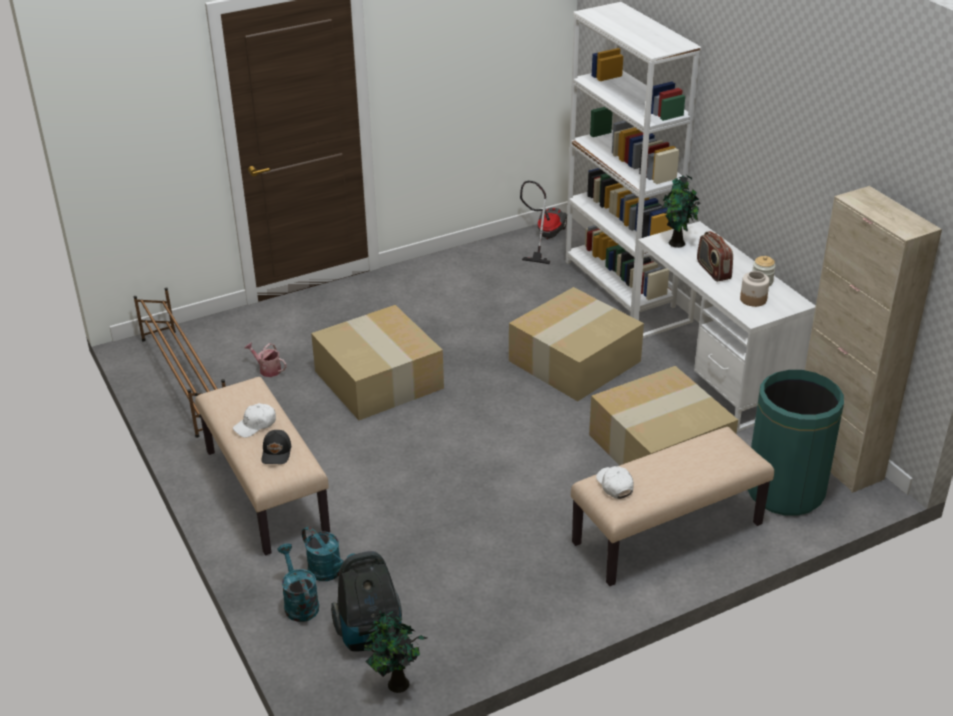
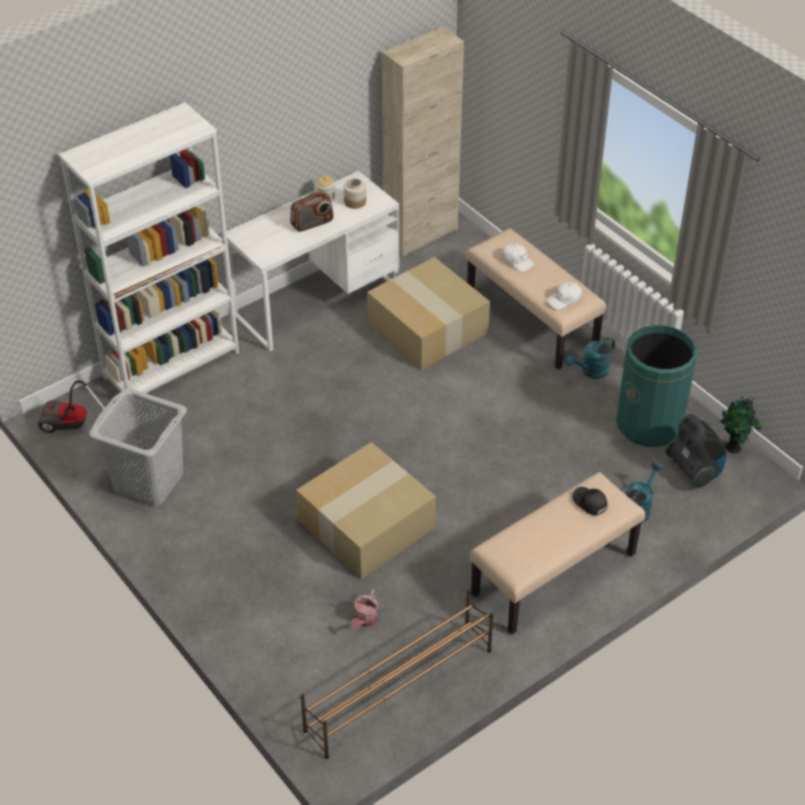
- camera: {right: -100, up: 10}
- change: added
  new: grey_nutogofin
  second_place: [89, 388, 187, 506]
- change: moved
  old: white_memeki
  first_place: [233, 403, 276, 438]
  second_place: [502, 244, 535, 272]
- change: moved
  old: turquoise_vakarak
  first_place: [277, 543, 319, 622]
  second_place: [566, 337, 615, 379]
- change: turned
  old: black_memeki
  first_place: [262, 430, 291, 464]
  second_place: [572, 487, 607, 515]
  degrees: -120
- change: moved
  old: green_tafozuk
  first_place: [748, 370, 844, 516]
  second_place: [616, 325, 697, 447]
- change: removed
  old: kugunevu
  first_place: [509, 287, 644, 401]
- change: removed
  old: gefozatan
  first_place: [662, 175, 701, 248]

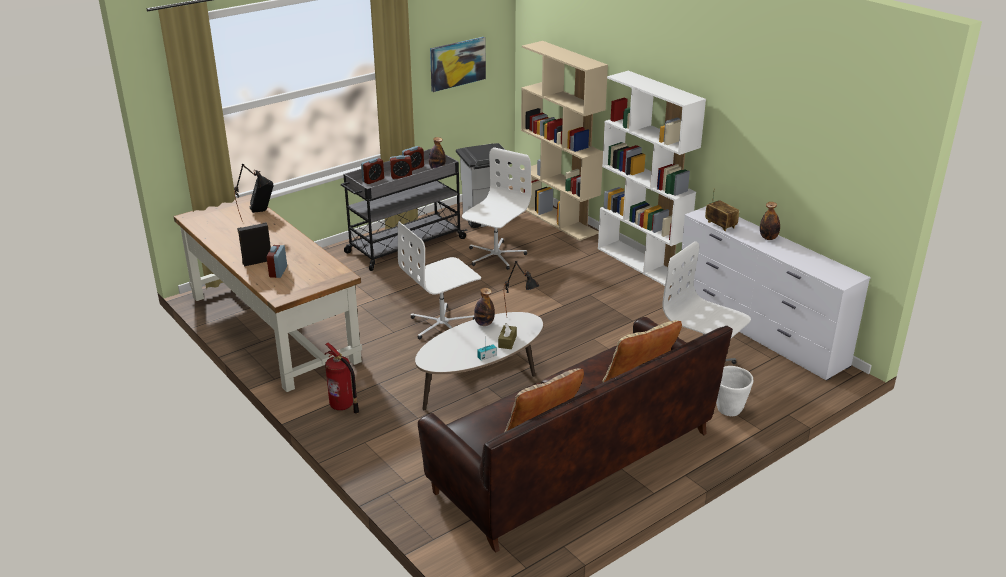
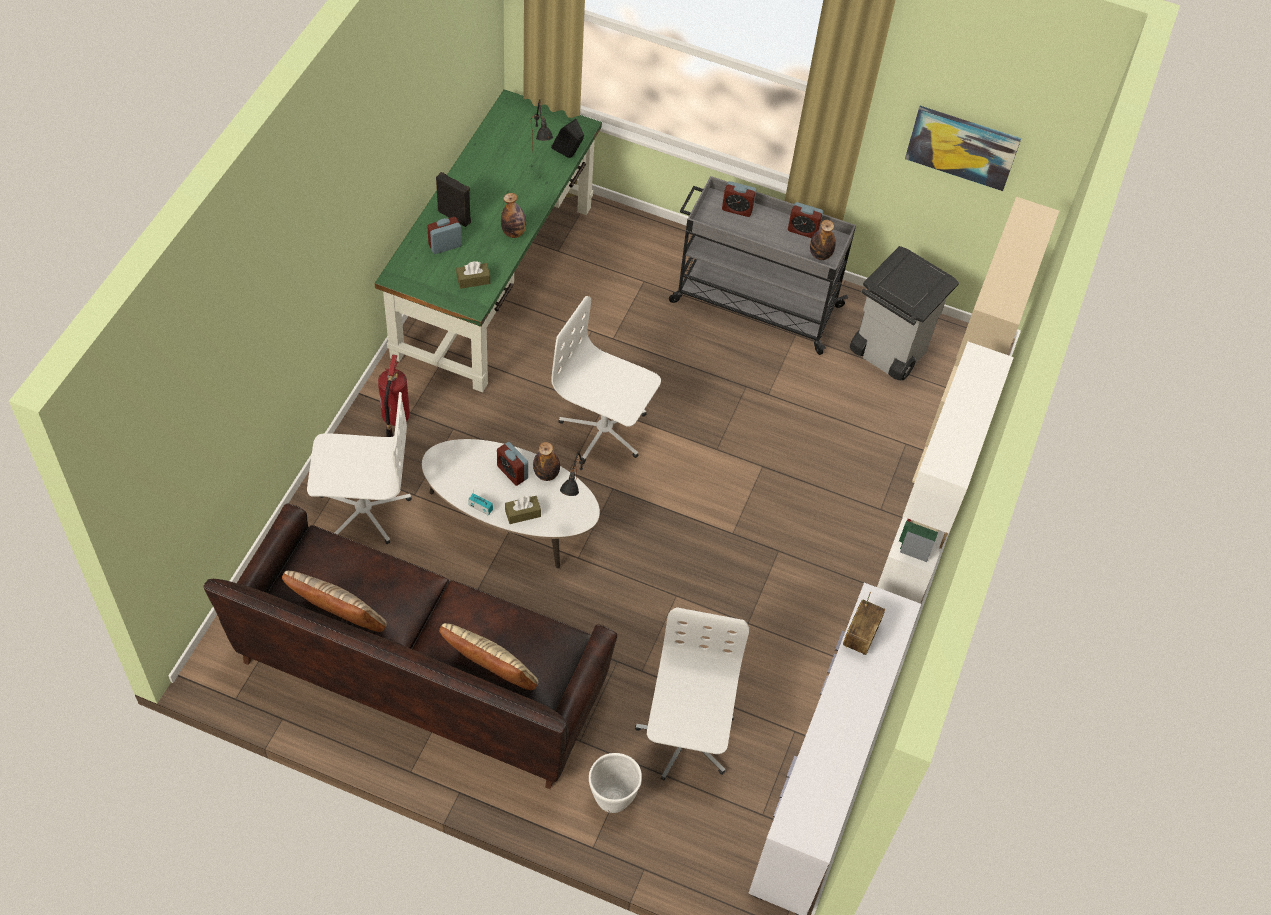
- camera: {right: 55, up: 25}
- change: moved
  old: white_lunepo
  first_place: [462, 147, 531, 270]
  second_place: [307, 392, 412, 544]
- change: recoloured
  old: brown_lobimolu
  new: green_lobimolu
  first_place: [173, 194, 362, 392]
  second_place: [374, 89, 602, 393]
- change: added
  new: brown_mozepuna
  second_place: [456, 261, 490, 289]
- change: moved
  old: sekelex
  first_place: [390, 155, 412, 179]
  second_place: [497, 442, 528, 486]
- change: moved
  old: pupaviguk
  first_place: [760, 202, 780, 240]
  second_place: [501, 193, 526, 238]

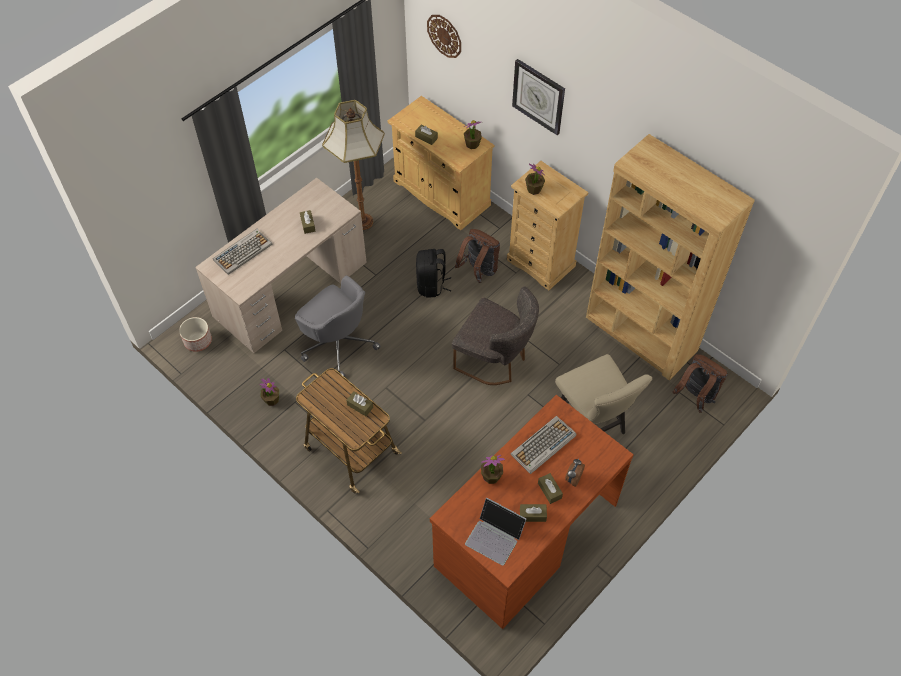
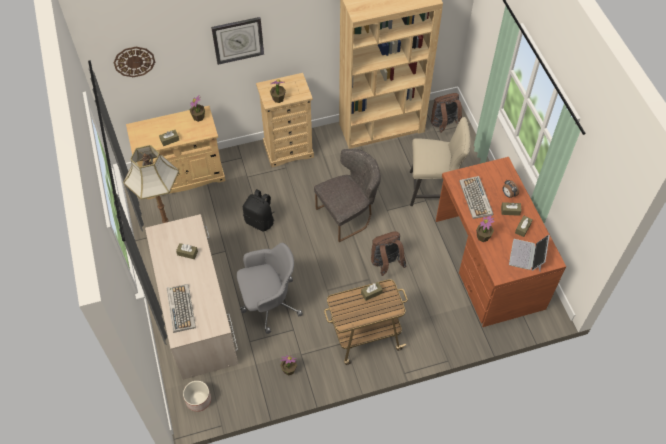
- camera: {right: -60, up: 0}
- change: moved
  old: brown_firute
  first_place: [455, 229, 500, 283]
  second_place: [371, 231, 407, 276]
- change: turned
  old: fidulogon
  first_place: [465, 497, 526, 565]
  second_place: [509, 235, 549, 271]
  degrees: 135

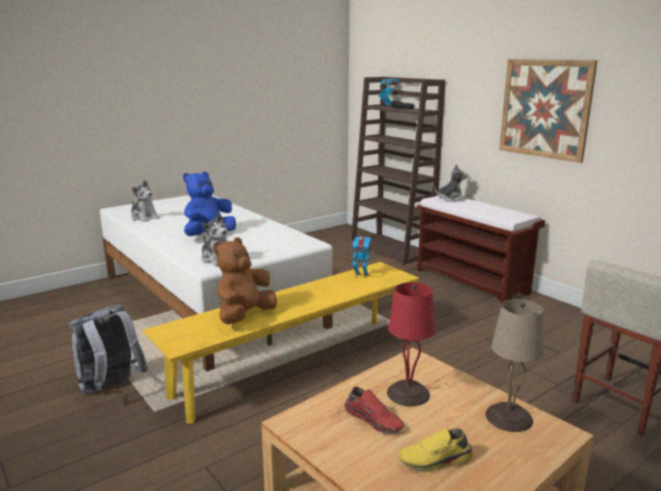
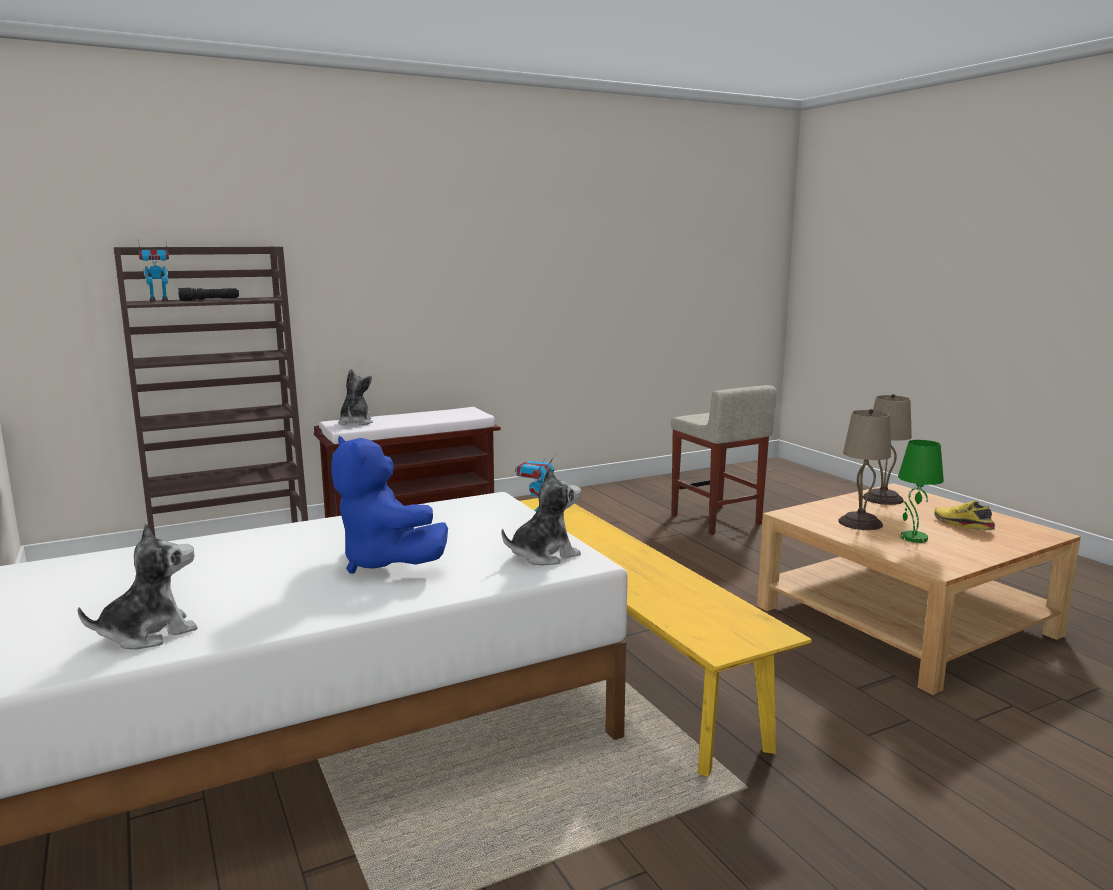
- camera: {right: -80, up: -5}
- change: recoloured
  old: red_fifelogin
  new: beige_fifelogin
  first_place: [387, 282, 435, 406]
  second_place: [838, 409, 891, 530]
- change: replaced
  old: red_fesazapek
  new: green_fifelogin
  first_place: [344, 387, 404, 434]
  second_place: [898, 440, 944, 543]
- change: turned
  old: yellow_fesazapek
  first_place: [398, 428, 474, 473]
  second_place: [934, 501, 995, 531]
  degrees: 150
- change: removed
  old: grey_firute
  first_place: [69, 305, 148, 394]
- change: removed
  old: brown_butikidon
  first_place: [213, 238, 277, 324]
- change: removed
  old: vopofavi
  first_place: [499, 59, 598, 163]

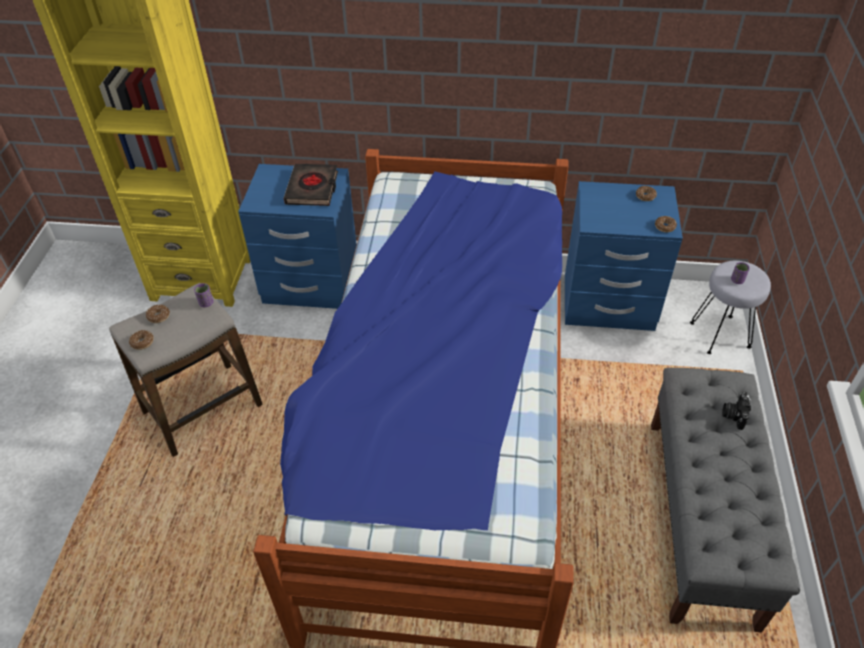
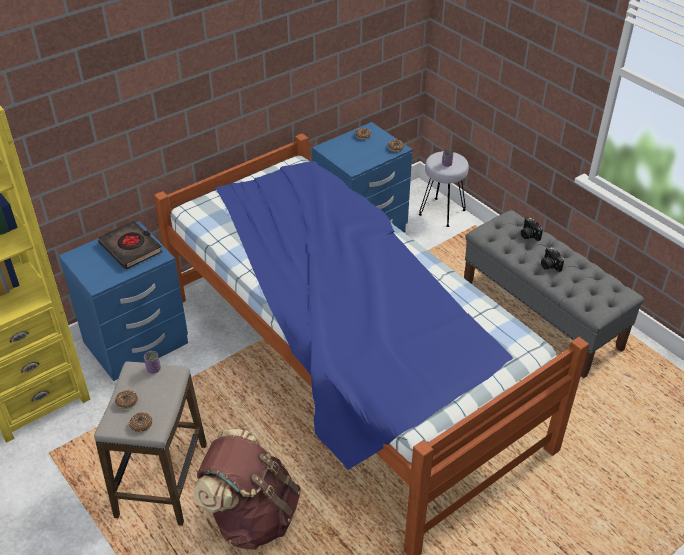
- camera: {right: -45, up: -5}
- change: added
  new: brown_firute
  second_place: [193, 429, 300, 550]
- change: added
  new: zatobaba
  second_place: [541, 246, 564, 272]

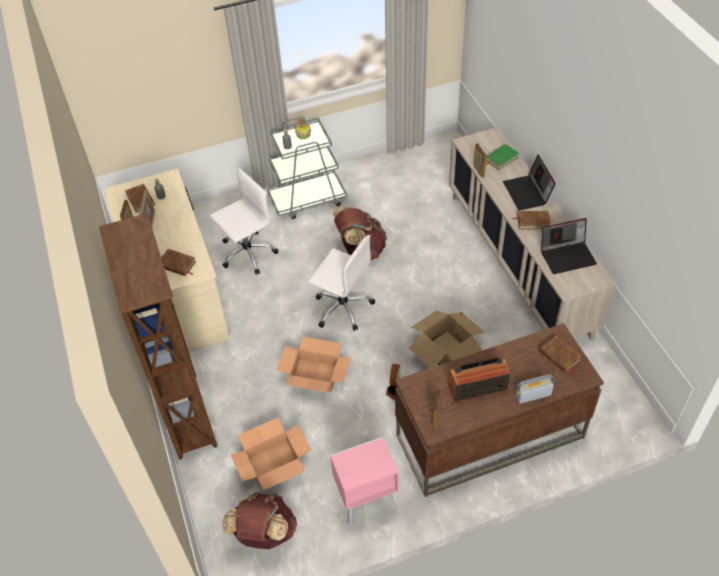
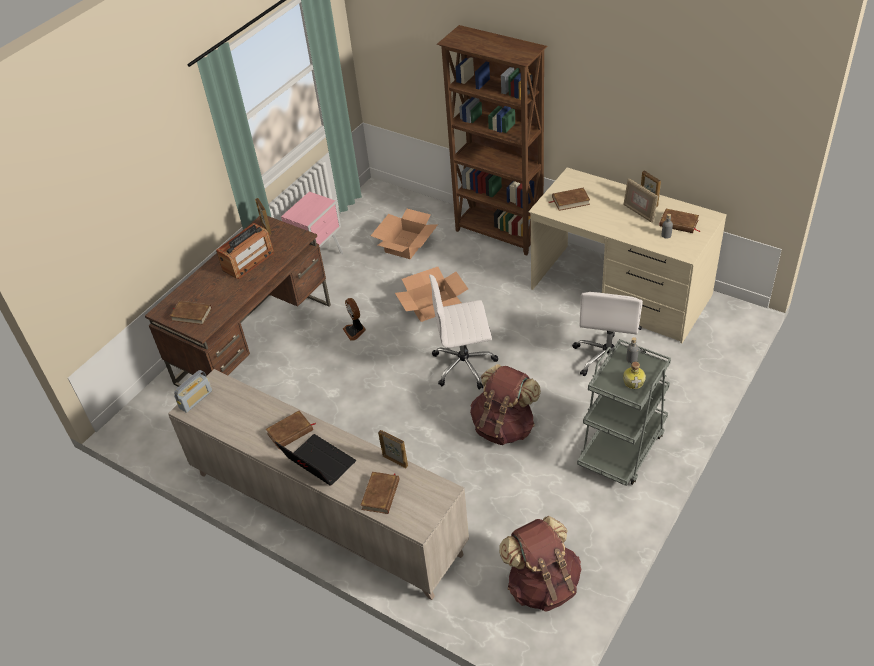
- camera: {right: 145, up: -5}
- change: moved
  old: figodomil
  first_place: [515, 374, 554, 404]
  second_place: [174, 370, 212, 413]
- change: recoloured
  old: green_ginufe
  new: brown_ginufe
  first_place: [486, 144, 519, 170]
  second_place: [360, 472, 400, 514]
- change: moved
  old: brown_firute
  first_place: [222, 492, 297, 549]
  second_place: [499, 516, 581, 612]
- change: removed
  old: kugunevu
  first_place: [409, 310, 485, 368]
- change: removed
  old: fidulogon
  first_place: [541, 218, 597, 274]

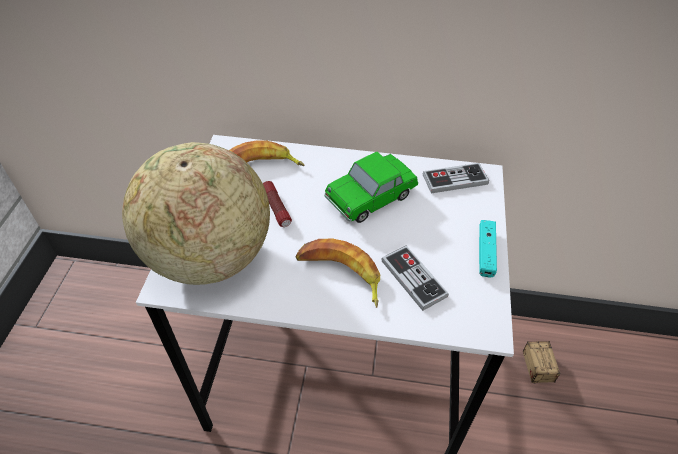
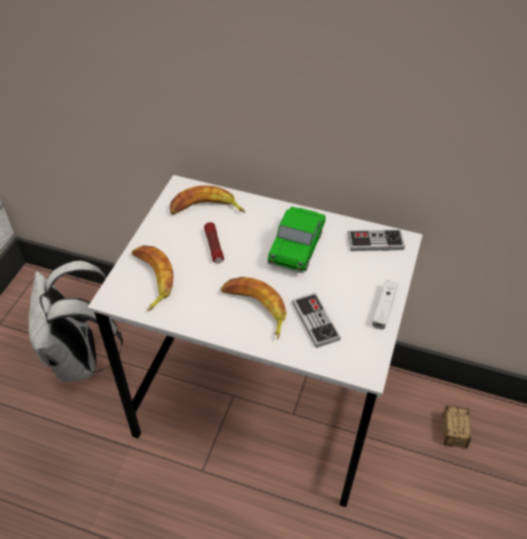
- camera: {right: 10, up: 0}
- change: added
  new: white_firute
  second_place: [28, 260, 123, 382]
- change: replaced
  old: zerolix
  new: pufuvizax
  first_place: [122, 142, 270, 285]
  second_place: [132, 245, 174, 311]
- change: turned
  old: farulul
  first_place: [324, 152, 418, 223]
  second_place: [267, 206, 326, 273]
  degrees: -45
- change: recoloured
  old: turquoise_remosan
  new: white_remosan
  first_place: [479, 220, 497, 277]
  second_place: [372, 280, 398, 330]

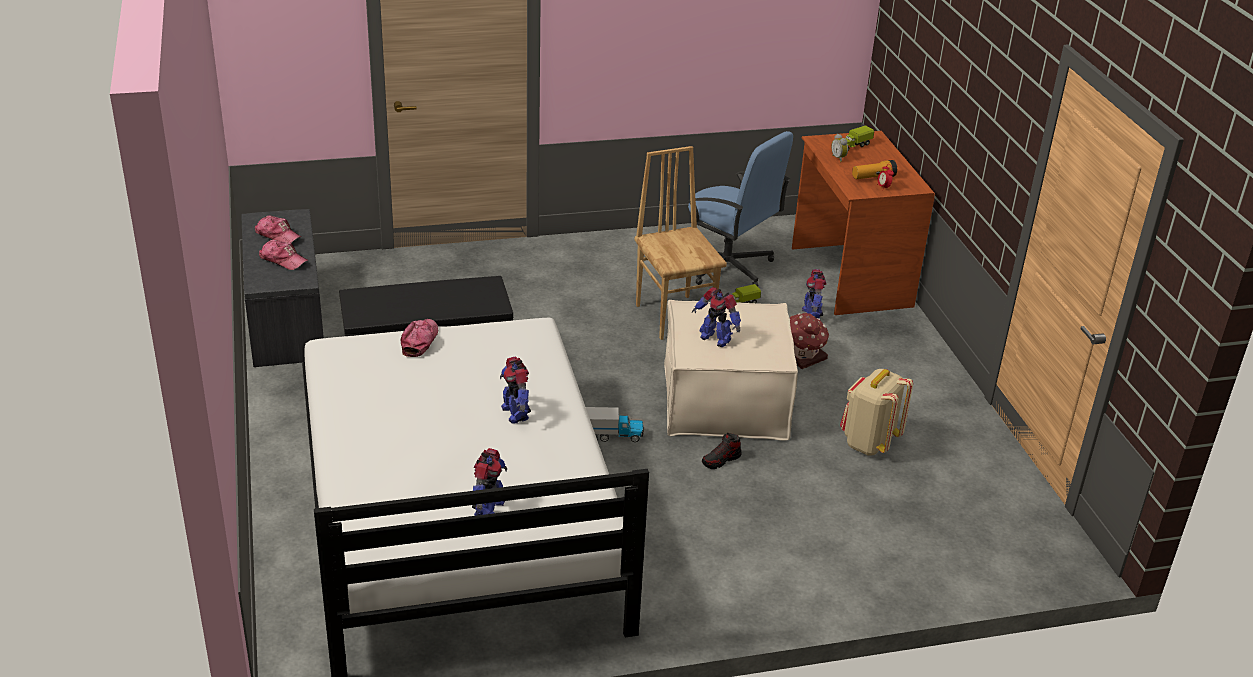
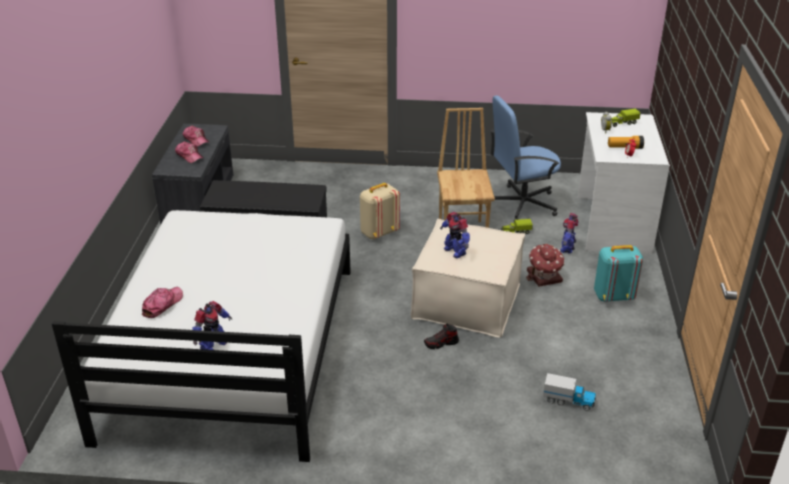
- camera: {right: 20, up: 0}
- change: moved
  old: memeki
  first_place: [401, 319, 438, 357]
  second_place: [142, 287, 183, 318]
- change: moved
  old: beige_firute
  first_place: [840, 369, 913, 456]
  second_place: [360, 183, 400, 239]
- change: turned
  old: blue_lunepo
  first_place: [687, 131, 793, 287]
  second_place: [490, 95, 561, 220]
  degrees: 105
- change: moved
  old: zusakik
  first_place: [586, 407, 644, 442]
  second_place: [543, 373, 596, 411]
- change: recoloured
  old: brown_lobimolu
  new: white_lobimolu
  first_place: [792, 131, 935, 315]
  second_place: [577, 112, 670, 254]
- change: added
  new: turquoise_firute
  second_place: [594, 245, 643, 302]
- change: removed
  old: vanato
  first_place: [500, 356, 531, 423]

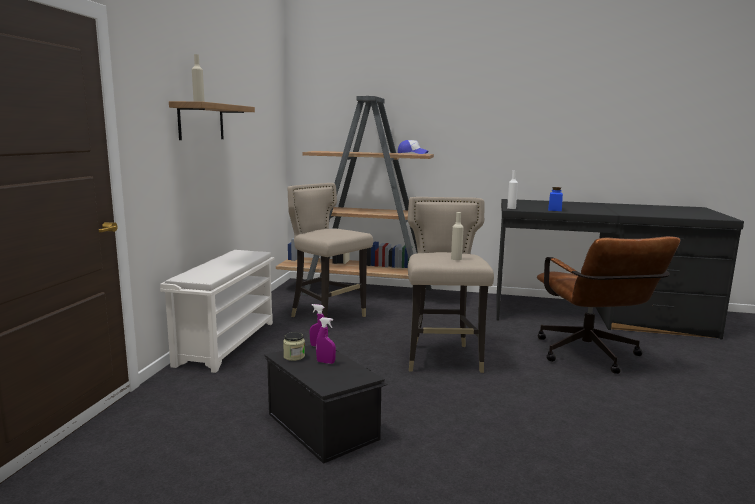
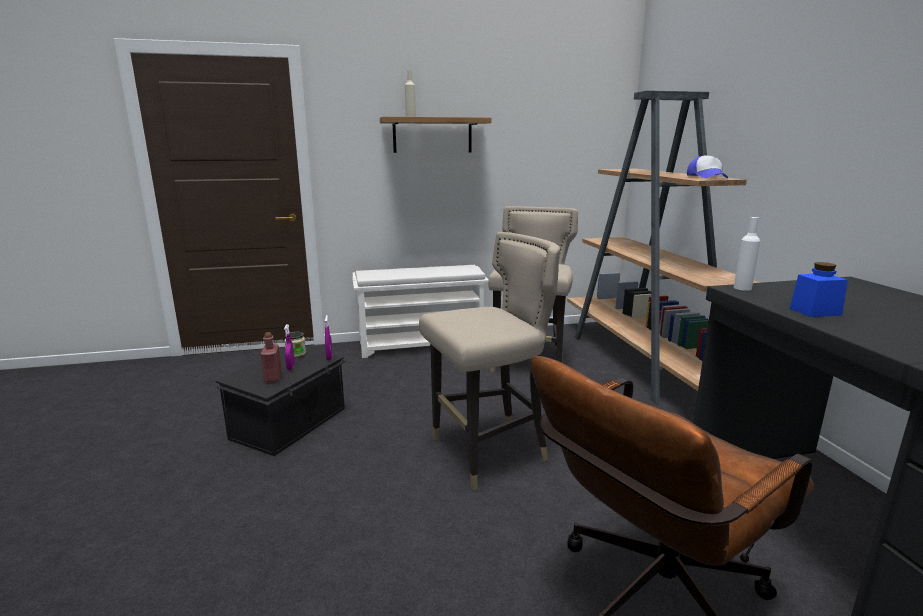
- camera: {right: 65, up: 5}
- change: added
  new: red_pupaviguk
  second_place: [260, 332, 282, 382]
- change: removed
  old: beige_pupaviguk
  first_place: [451, 212, 464, 260]

